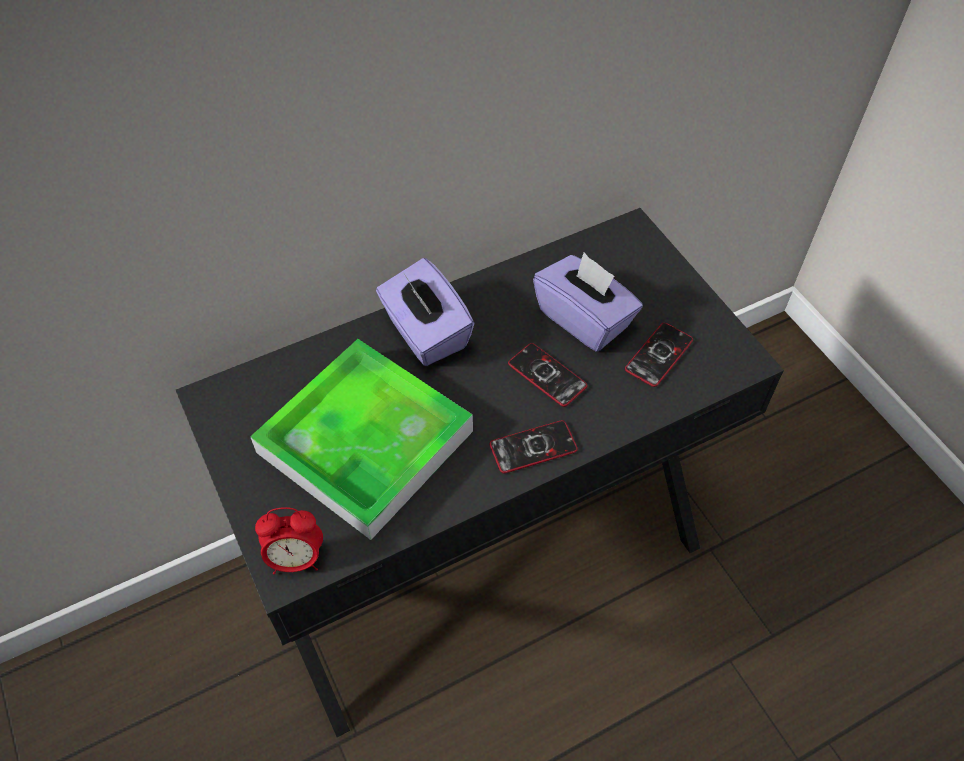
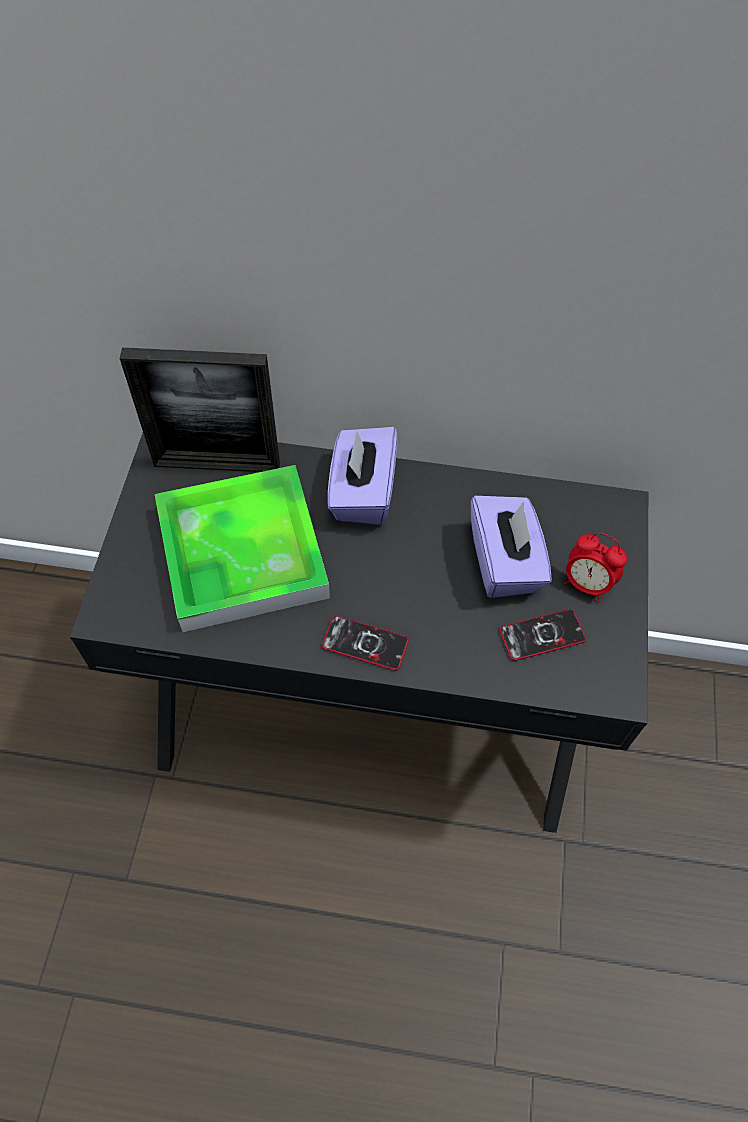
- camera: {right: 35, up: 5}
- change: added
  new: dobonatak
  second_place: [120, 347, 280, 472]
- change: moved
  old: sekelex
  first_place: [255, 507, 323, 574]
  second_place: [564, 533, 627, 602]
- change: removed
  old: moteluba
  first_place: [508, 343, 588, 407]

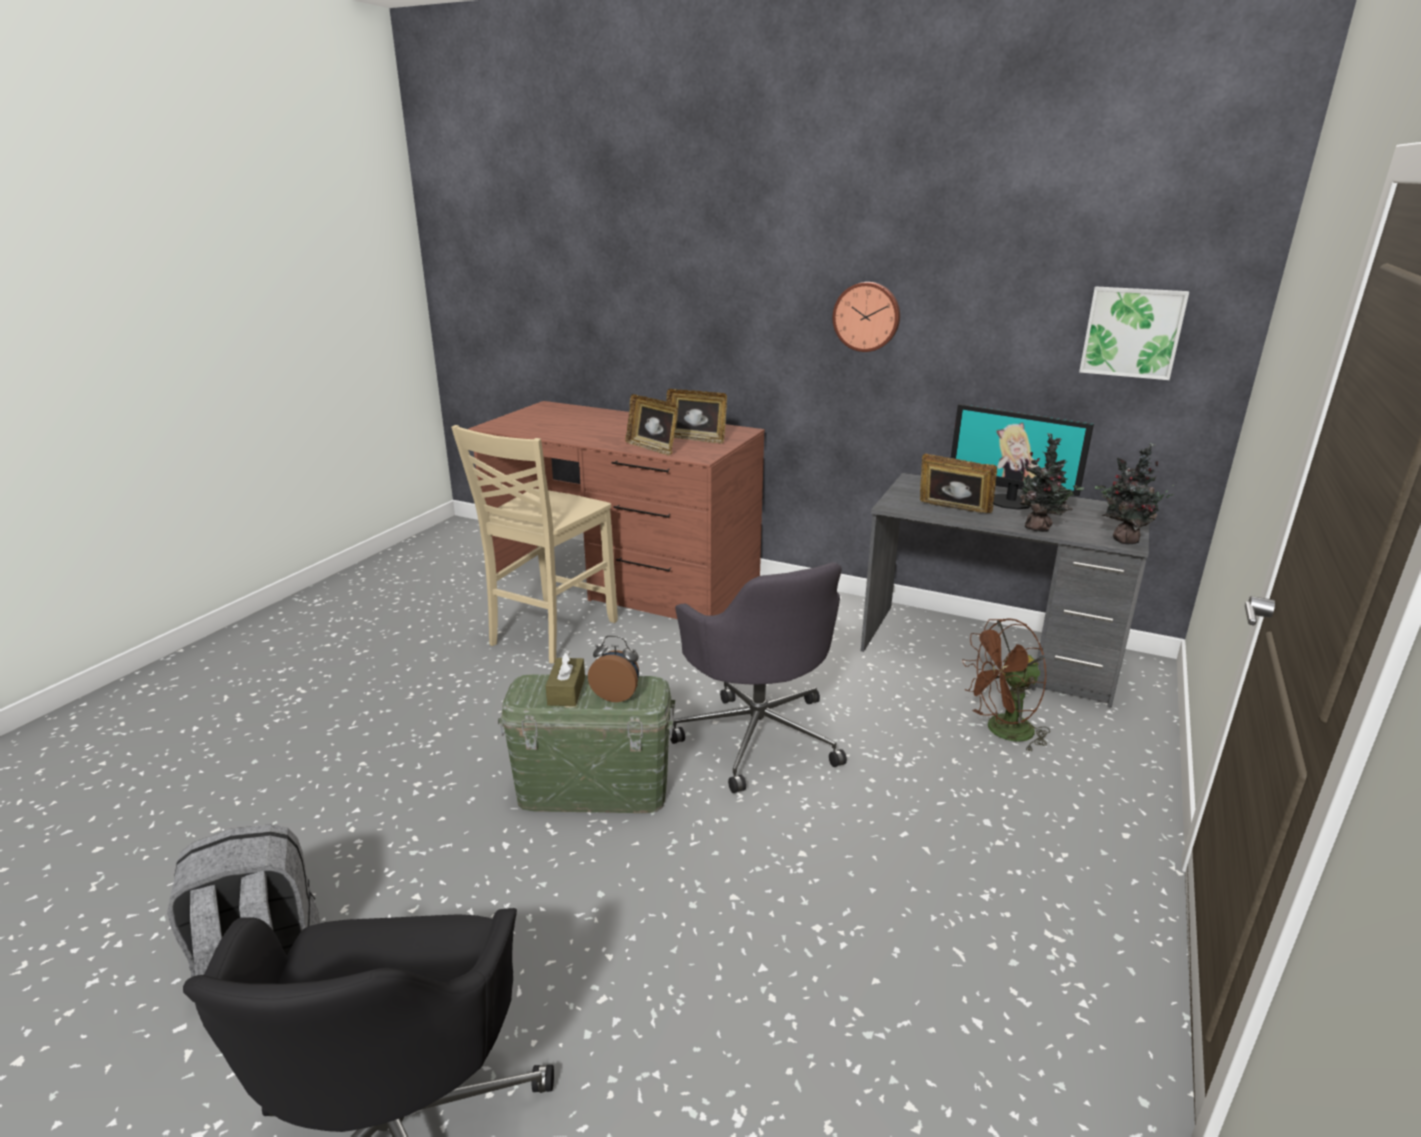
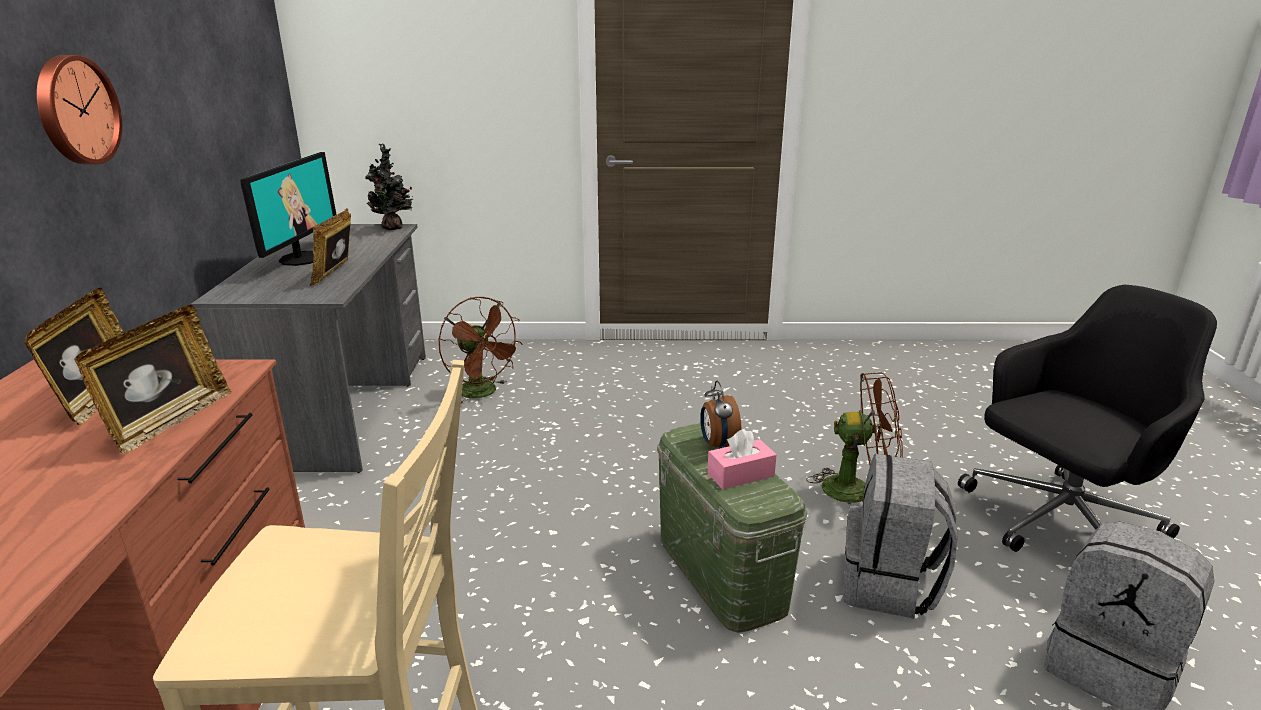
- camera: {right: -115, up: 0}
- change: recoloured
  old: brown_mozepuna
  new: pink_mozepuna
  first_place: [546, 650, 585, 706]
  second_place: [707, 429, 777, 489]
- change: added
  new: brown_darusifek
  second_place: [806, 372, 903, 504]
- change: added
  new: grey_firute
  second_place: [843, 454, 957, 619]
- change: removed
  old: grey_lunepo
  first_place: [669, 562, 847, 793]
- change: removed
  old: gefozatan
  first_place: [1020, 433, 1084, 532]
- change: removed
  old: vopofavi
  first_place: [1079, 286, 1189, 380]

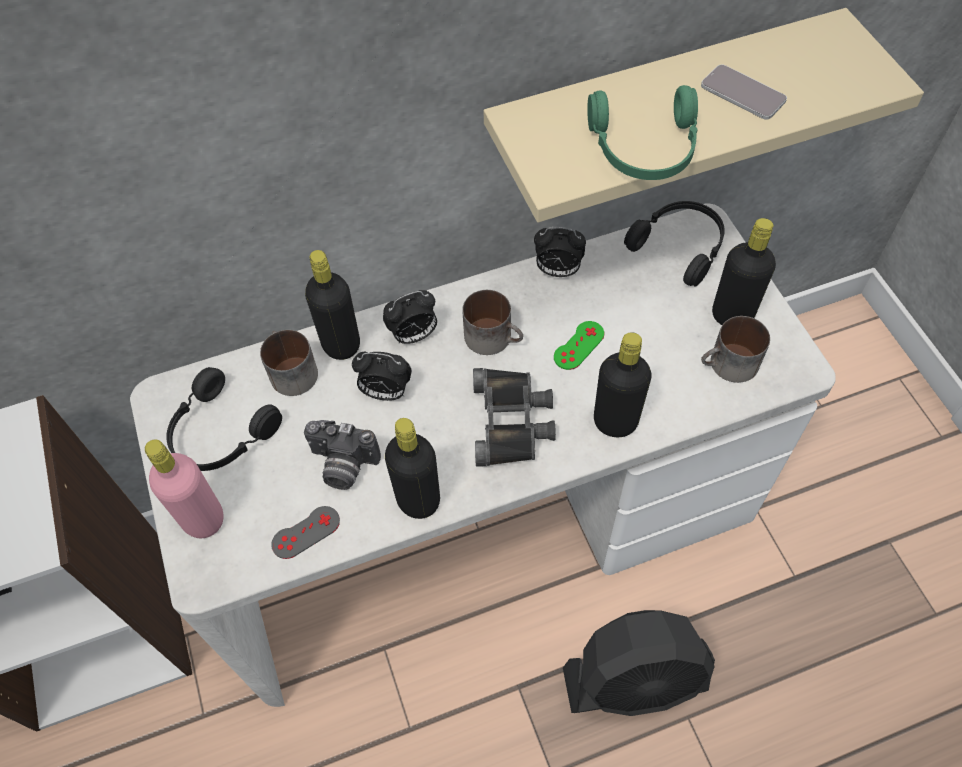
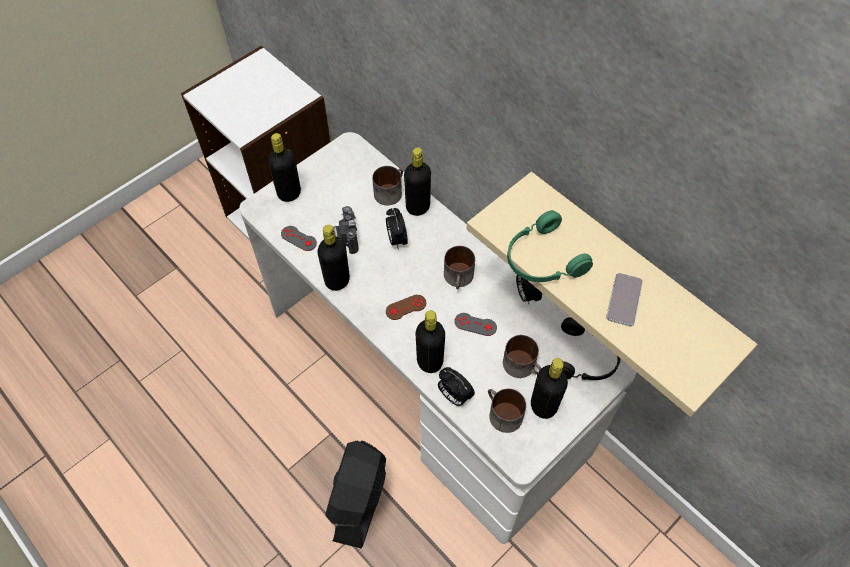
- camera: {right: 65, up: 0}
- change: recoloured
  old: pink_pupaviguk
  new: black_pupaviguk
  first_place: [145, 439, 223, 539]
  second_place: [268, 133, 301, 202]
- change: turned
  old: black_darusifek
  first_place: [563, 610, 715, 716]
  second_place: [325, 441, 386, 549]
  degrees: 45
- change: replaced
  old: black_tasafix
  new: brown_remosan
  first_place: [473, 368, 556, 467]
  second_place: [386, 295, 426, 320]
- change: moved
  old: sekelex
  first_place: [383, 290, 437, 344]
  second_place: [438, 367, 475, 406]
- change: recoloured
  old: green_remosan
  new: grey_remosan
  first_place: [554, 321, 605, 370]
  second_place: [454, 313, 497, 336]
- change: added
  new: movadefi
  second_place: [503, 335, 542, 378]
- change: removed
  old: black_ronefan
  first_place: [166, 367, 282, 471]

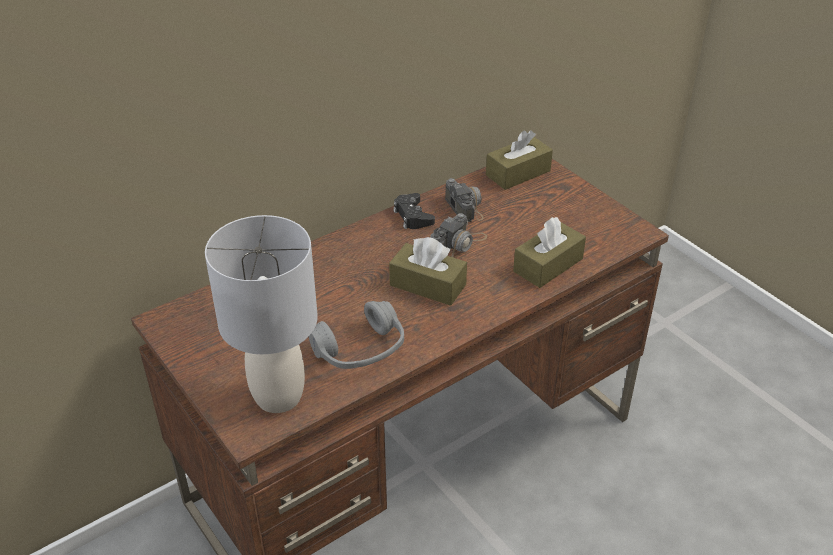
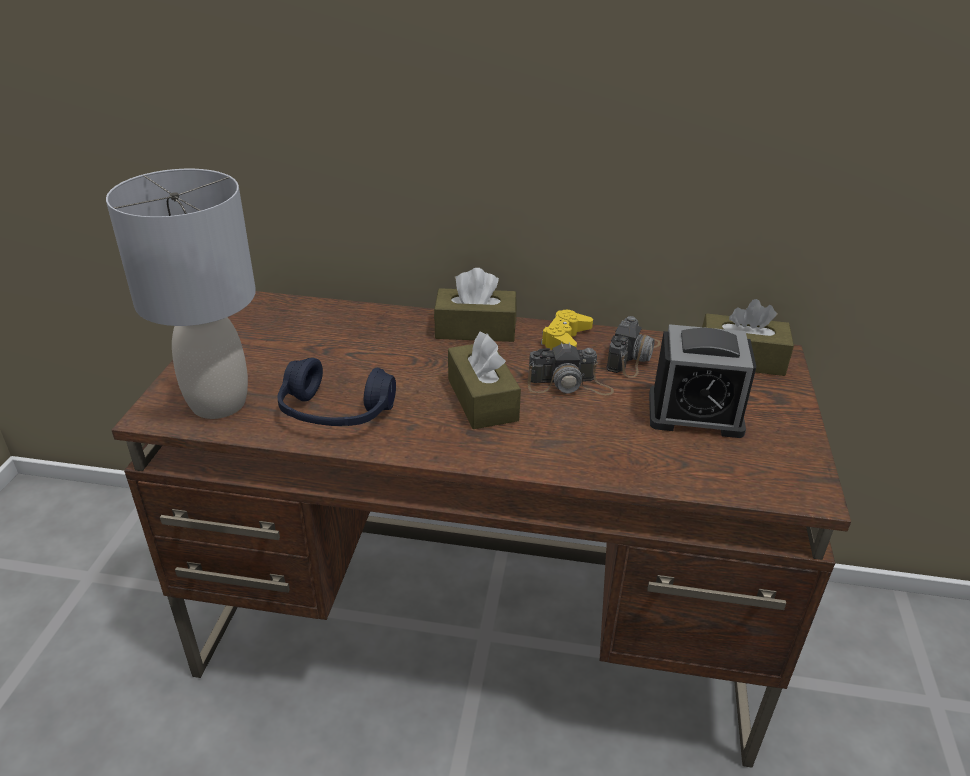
- camera: {right: 45, up: -5}
- change: recoloured
  old: grey_ronefan
  new: blue_ronefan
  first_place: [309, 301, 404, 369]
  second_place: [278, 358, 396, 426]
- change: moved
  old: brown_mozepuna
  first_place: [513, 217, 586, 288]
  second_place: [434, 268, 517, 342]
- change: recoloured
  old: black_remosan
  new: yellow_remosan
  first_place: [393, 193, 435, 229]
  second_place: [541, 310, 593, 350]
- change: added
  new: sekelex
  second_place: [649, 324, 757, 438]

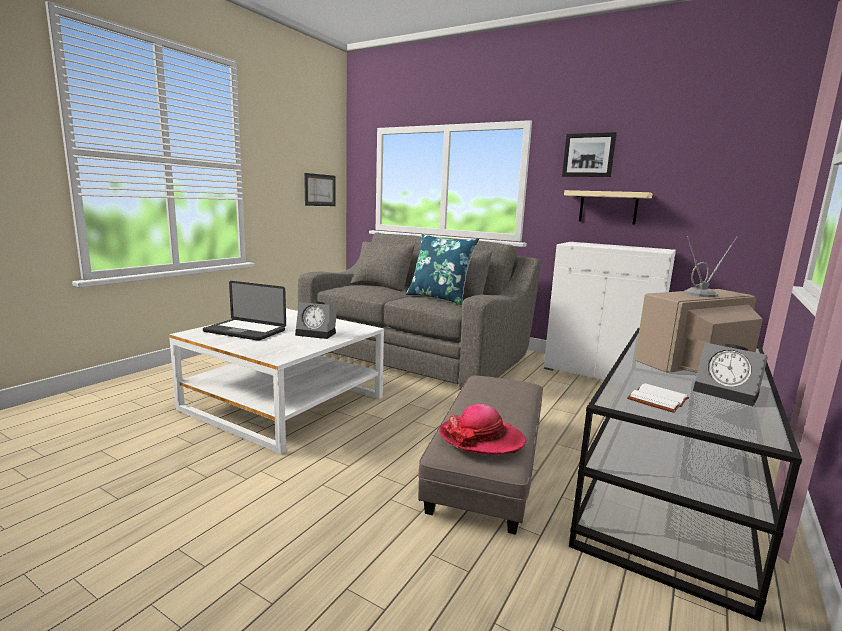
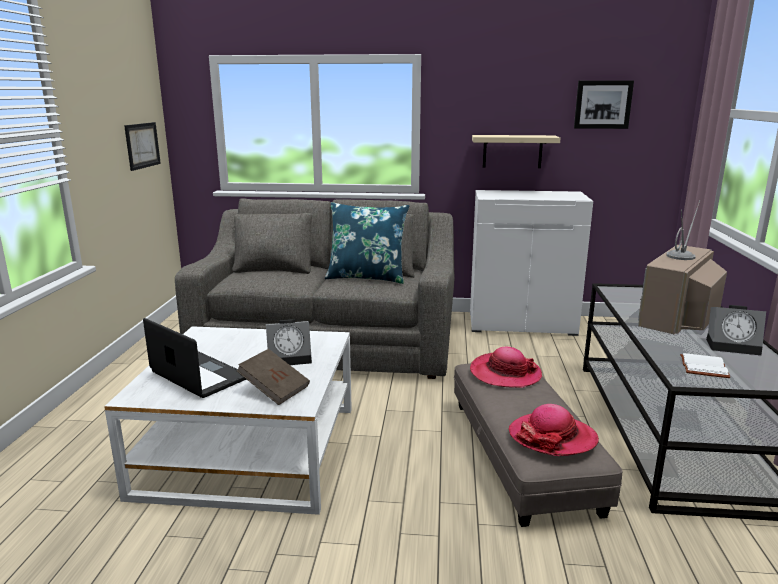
- camera: {right: -25, up: 5}
- change: turned
  old: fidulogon
  first_place: [203, 281, 286, 341]
  second_place: [143, 318, 247, 398]
  degrees: -135
- change: added
  new: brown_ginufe
  second_place: [237, 349, 310, 405]
- change: added
  new: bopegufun
  second_place: [470, 347, 542, 388]
- change: moved
  old: vopofavi
  first_place: [562, 132, 617, 177]
  second_place: [574, 80, 634, 129]

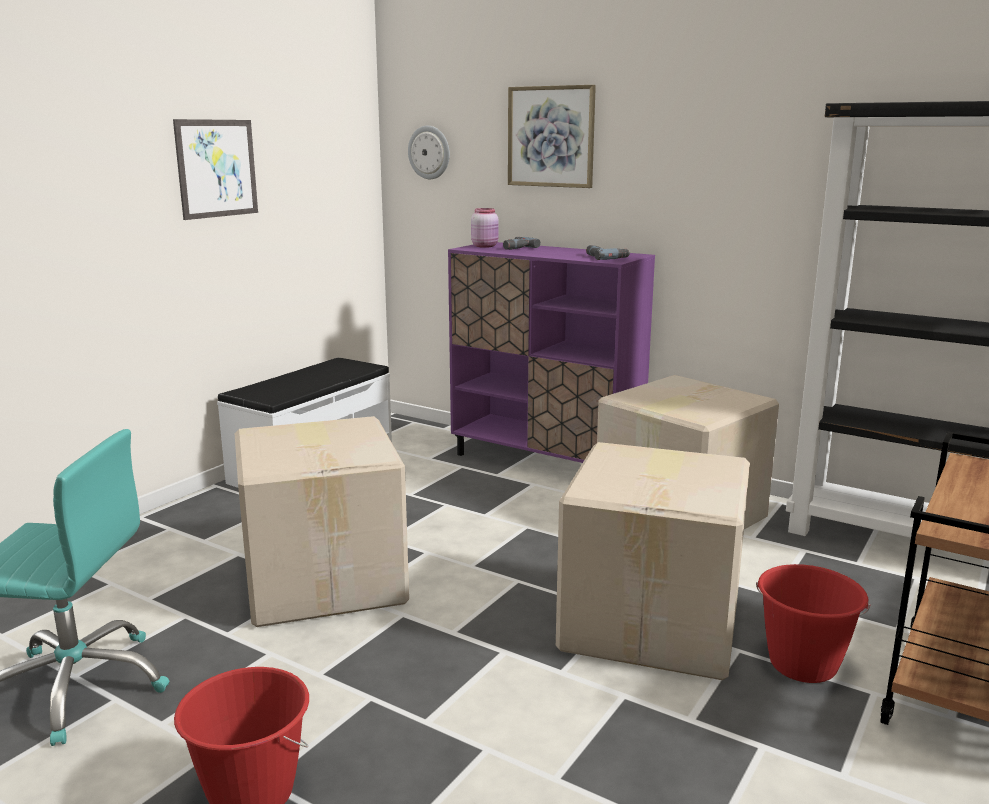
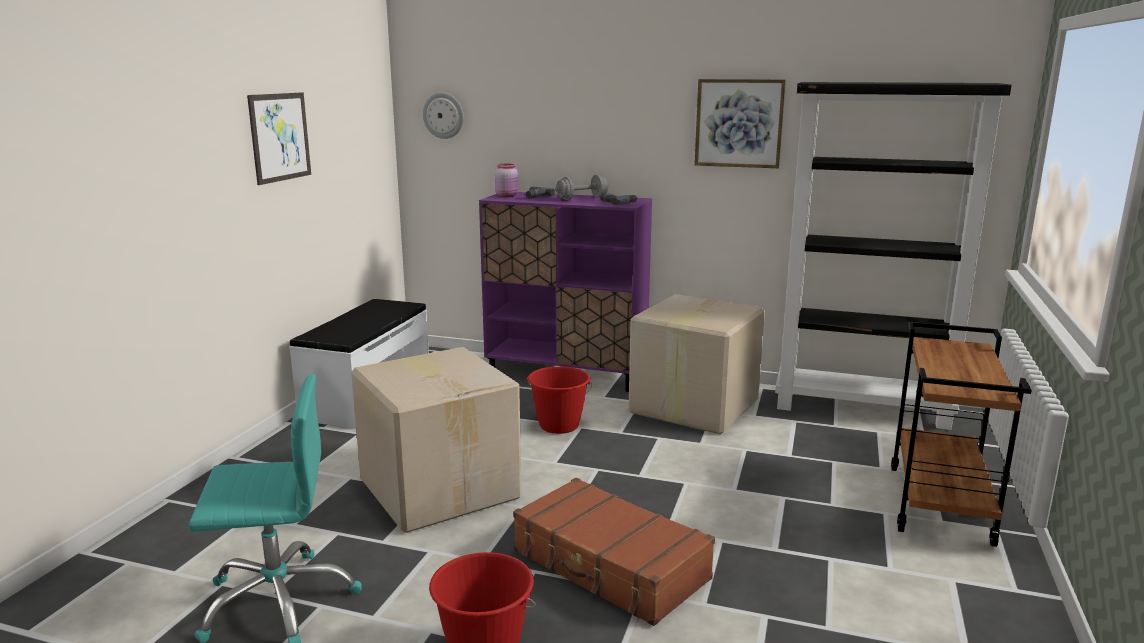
- camera: {right: -15, up: 0}
- change: added
  new: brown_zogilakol
  second_place: [513, 477, 715, 626]
- change: moved
  old: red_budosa
  first_place: [756, 564, 870, 683]
  second_place: [527, 366, 592, 434]
- change: added
  new: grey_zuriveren
  second_place: [555, 175, 609, 200]
- change: moved
  old: vopofavi
  first_place: [508, 85, 596, 188]
  second_place: [694, 79, 786, 168]
- change: removed
  old: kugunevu
  first_place: [556, 442, 750, 680]

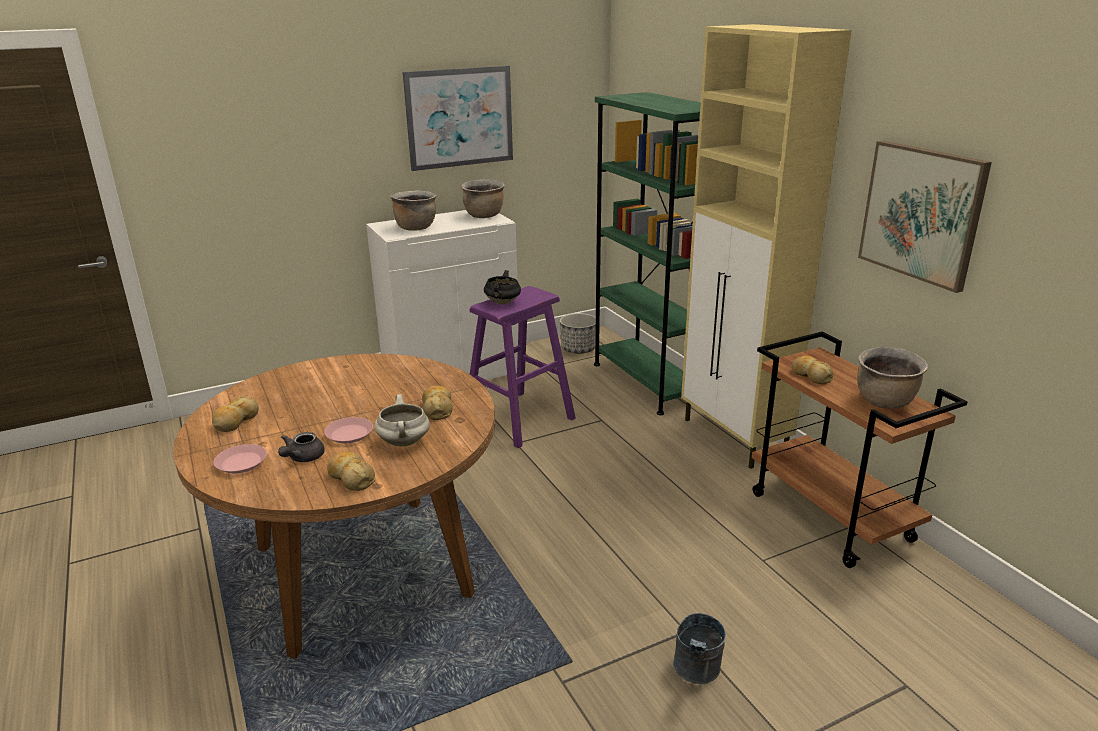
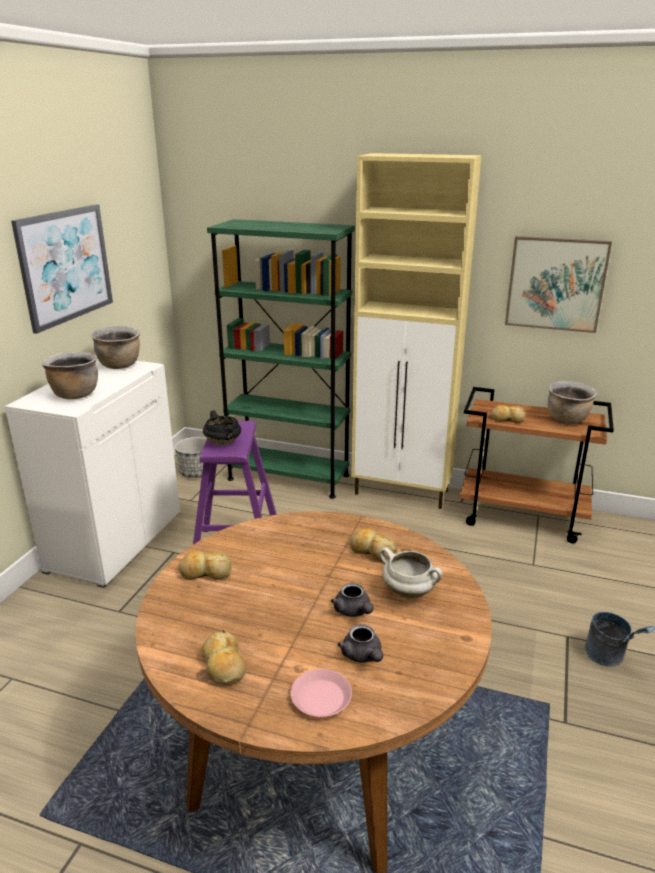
- camera: {right: -45, up: 0}
- change: moved
  old: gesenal
  first_place: [327, 451, 375, 491]
  second_place: [179, 551, 232, 580]
- change: replaced
  old: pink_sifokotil
  new: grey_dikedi
  first_place: [324, 417, 373, 443]
  second_place: [331, 583, 374, 617]

